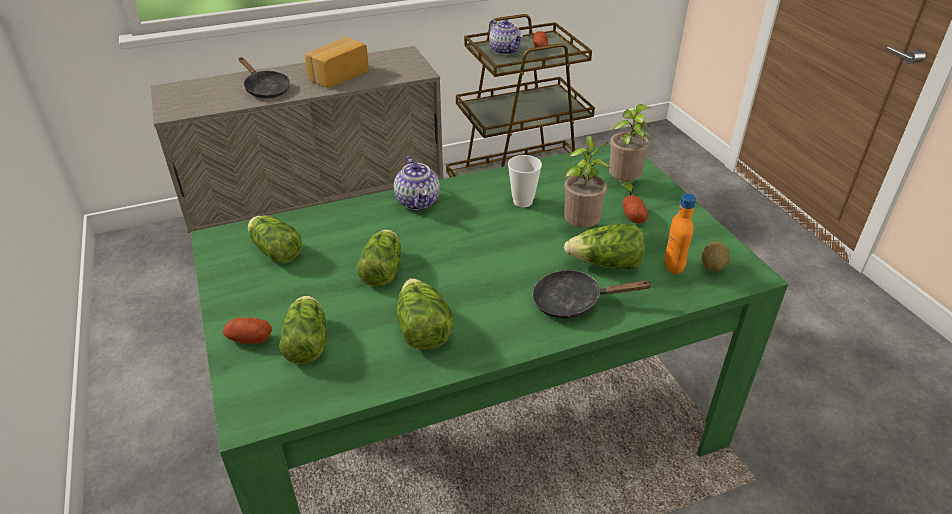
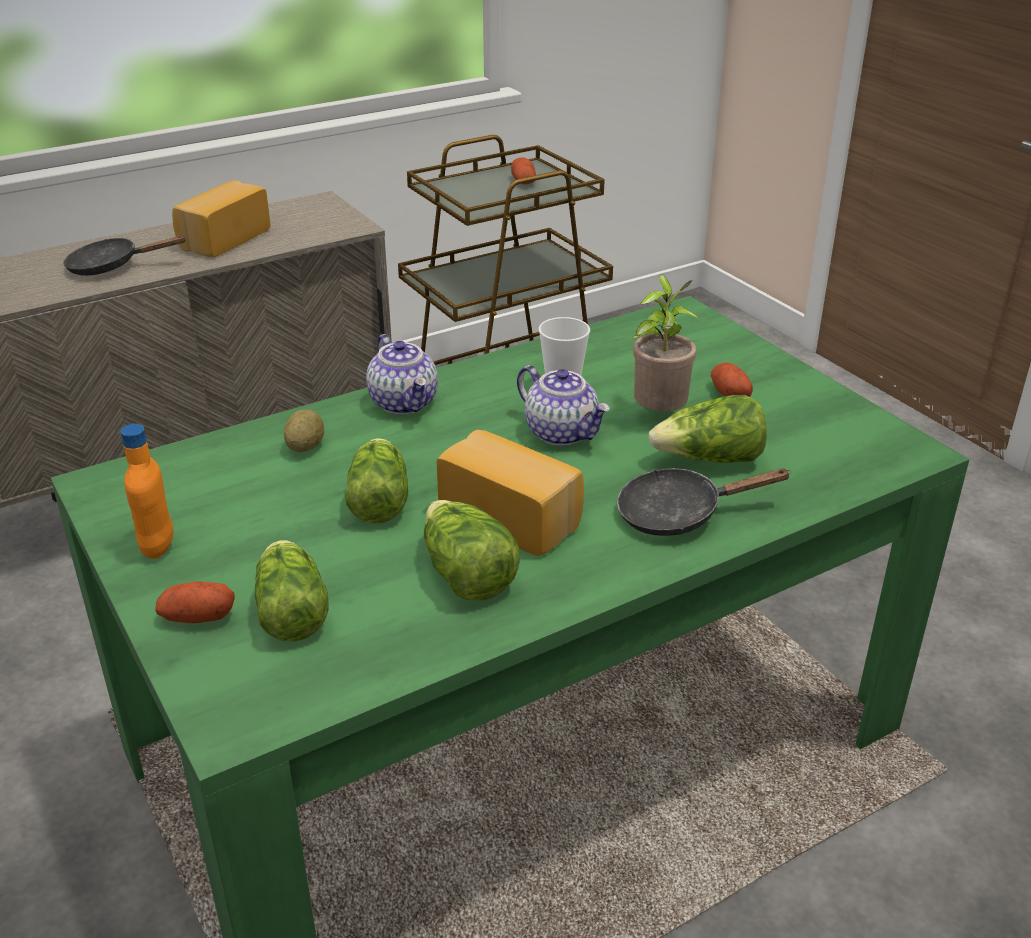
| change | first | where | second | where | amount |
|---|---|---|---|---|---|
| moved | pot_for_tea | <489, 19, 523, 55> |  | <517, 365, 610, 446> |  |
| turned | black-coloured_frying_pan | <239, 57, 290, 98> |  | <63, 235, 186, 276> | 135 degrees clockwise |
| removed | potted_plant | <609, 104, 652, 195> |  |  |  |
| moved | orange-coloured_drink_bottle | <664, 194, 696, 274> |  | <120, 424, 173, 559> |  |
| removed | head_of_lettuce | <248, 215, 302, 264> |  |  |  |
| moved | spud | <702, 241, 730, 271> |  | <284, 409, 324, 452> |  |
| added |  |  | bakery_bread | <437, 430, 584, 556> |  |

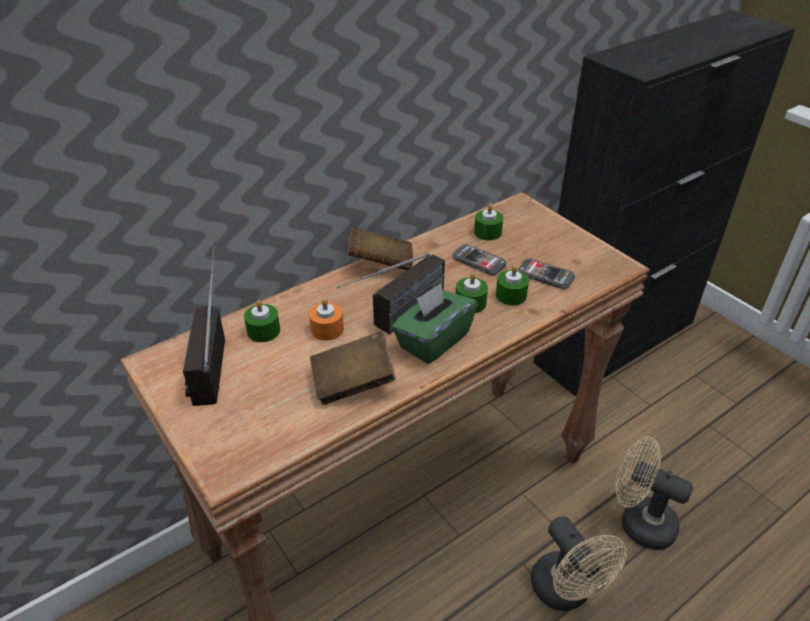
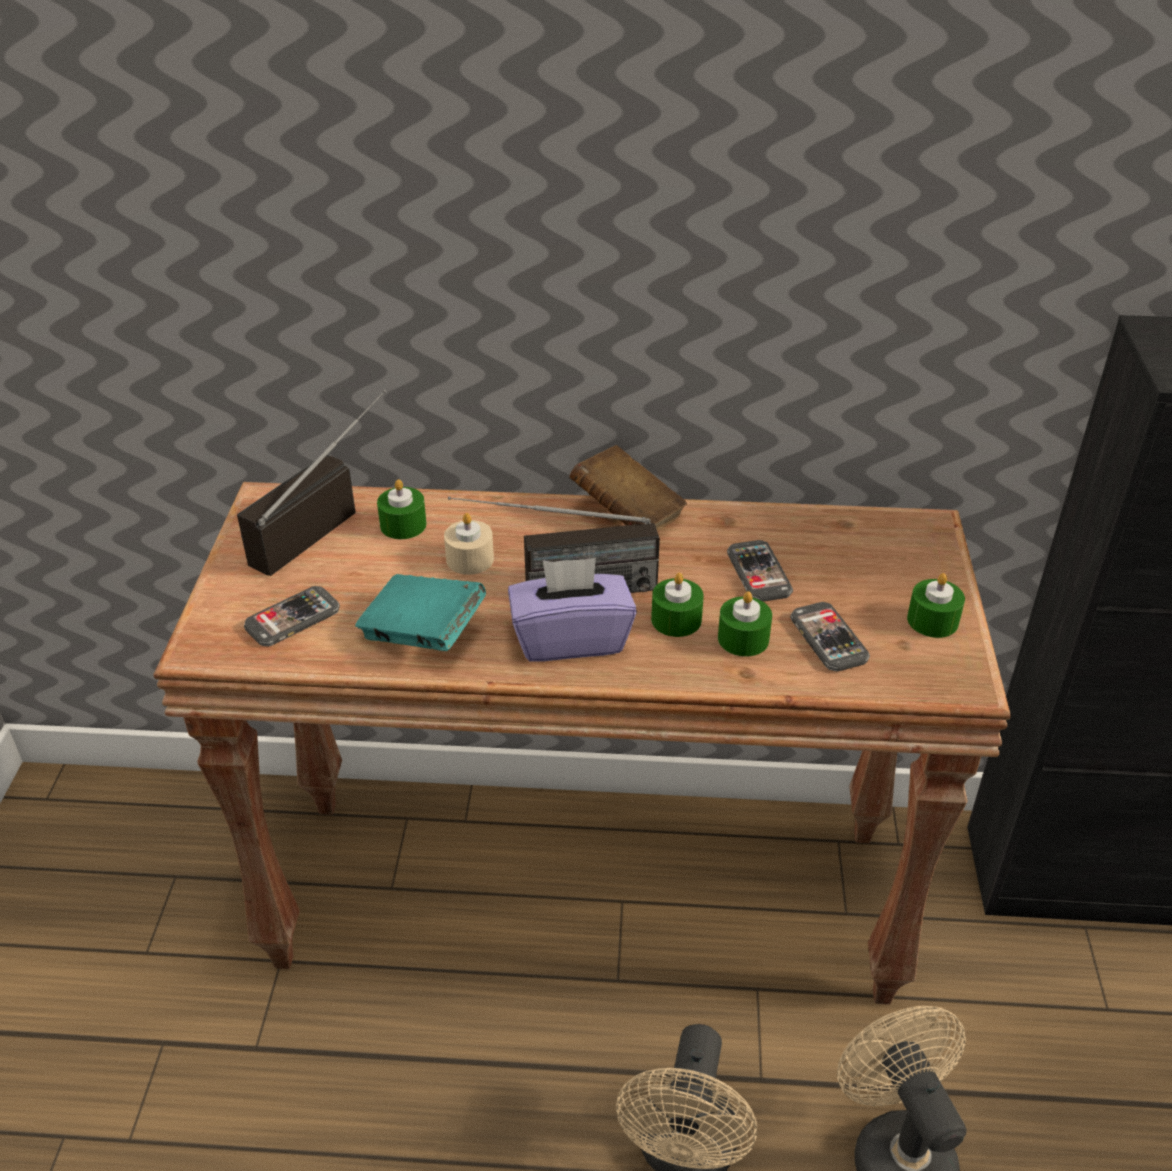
| change | first | where | second | where | amount |
|---|---|---|---|---|---|
| moved | green-coloured_candle | <474, 204, 503, 240> |  | <907, 573, 965, 638> |  |
| recoloured | green-coloured_tissue_holder | <391, 283, 478, 364> | purple-coloured_tissue_holder | <508, 558, 637, 662> |  |
| recoloured | orange-coloured_candle | <309, 298, 344, 341> | beige_candle | <444, 513, 494, 575> |  |
| recoloured | brown-coloured_volume | <310, 331, 396, 405> | turquoise-coloured_volume | <355, 574, 486, 651> |  |
| added |  |  | handset | <244, 586, 340, 646> |  |

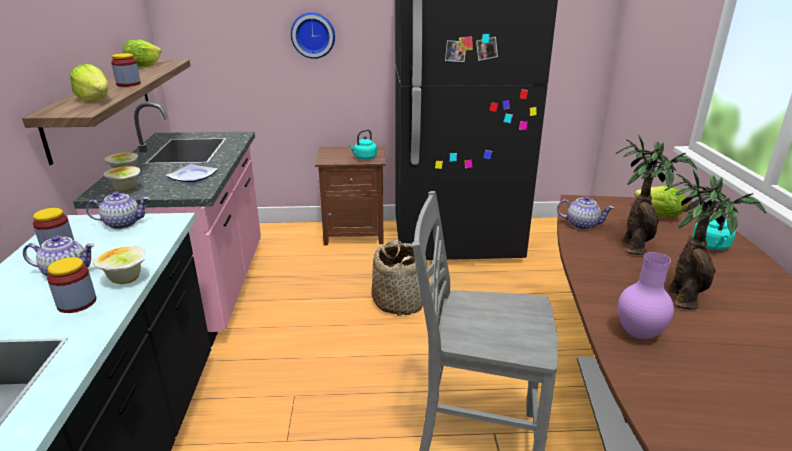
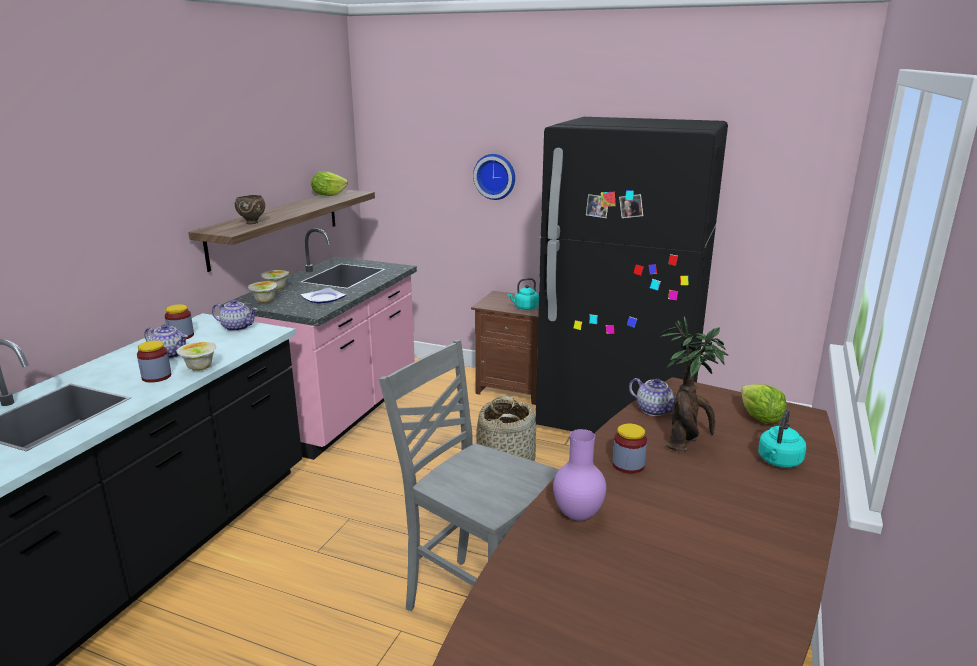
| change | first | where | second | where | amount |
|---|---|---|---|---|---|
| moved | jar | <111, 53, 141, 87> |  | <612, 423, 647, 474> |  |
| replaced | head_of_lettuce | <70, 64, 109, 102> | brown-coloured_serving_bowl | <235, 195, 265, 224> |  |
| removed | potted_plant | <664, 169, 766, 310> |  |  |  |

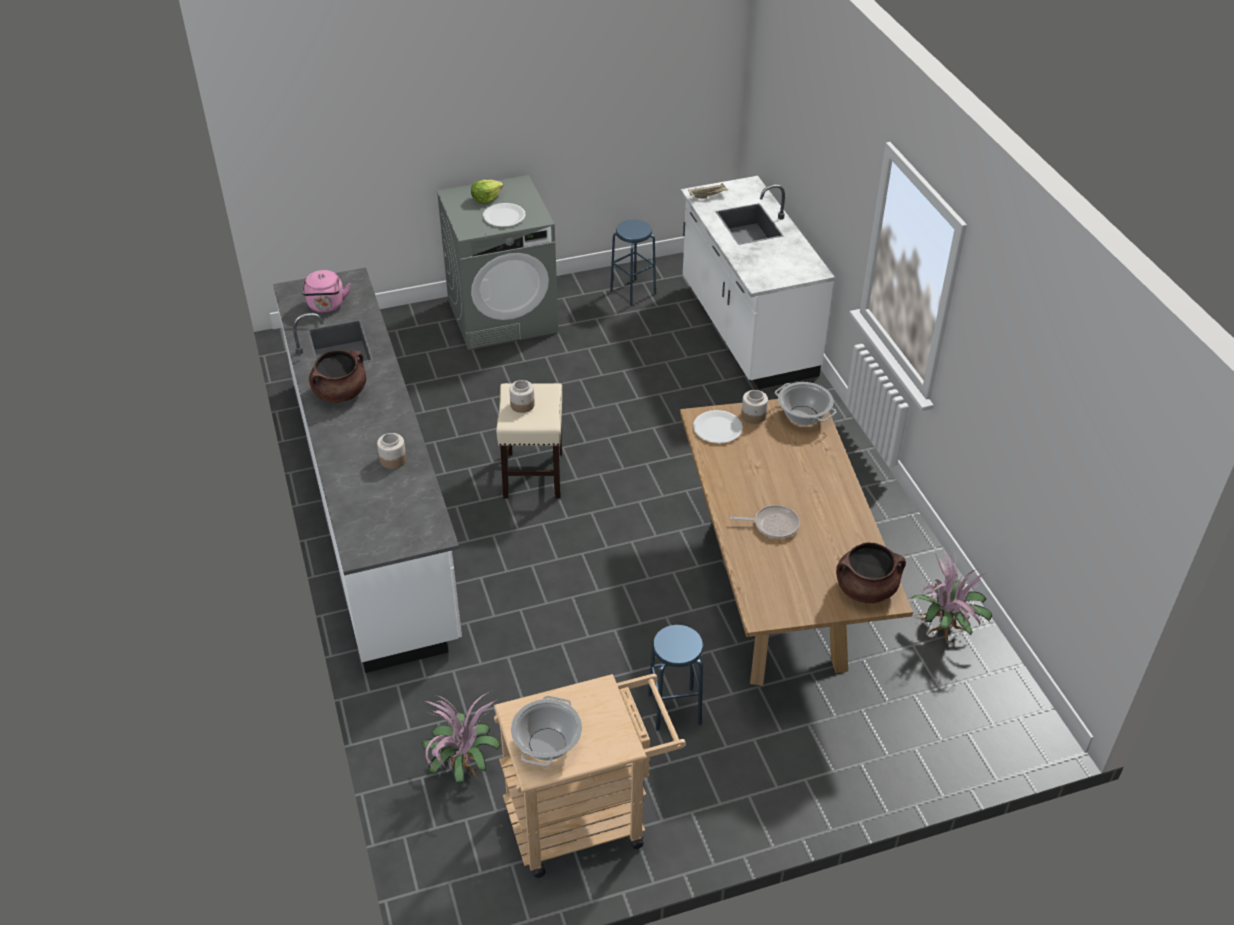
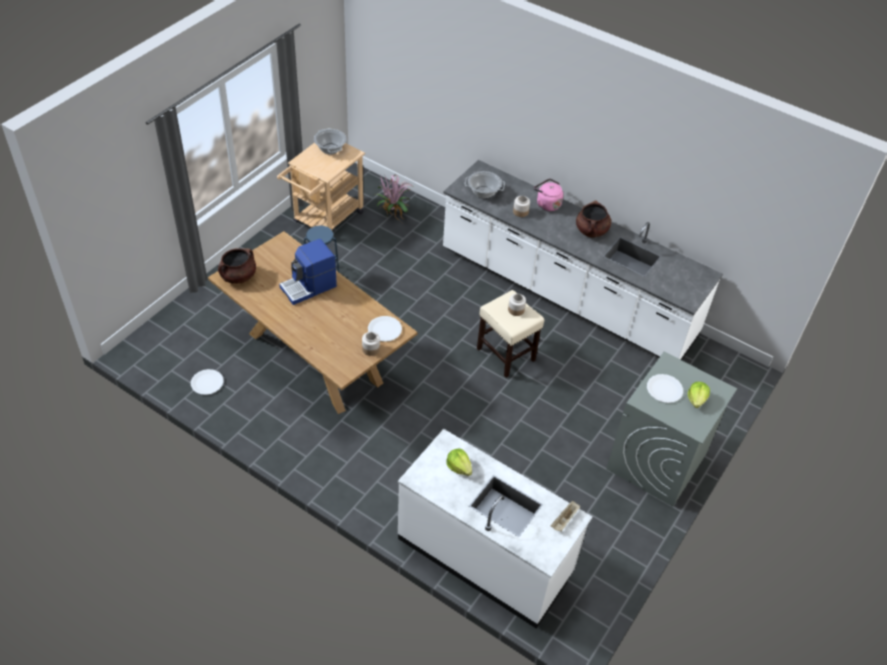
| change | first | where | second | where | amount |
|---|---|---|---|---|---|
| removed | blue-coloured_sitting_stool | <610, 219, 656, 306> |  |  |  |
| moved | pink_tea_kettle | <302, 270, 350, 313> |  | <534, 179, 563, 211> |  |
| moved | cooking_pot | <775, 382, 837, 426> |  | <465, 171, 505, 198> |  |
| replaced | frying_pan | <730, 505, 800, 539> | coffee_brewer | <279, 239, 337, 305> |  |
| replaced | potted_plant | <911, 549, 992, 646> | whitish_plate | <191, 369, 224, 395> |  |
| added |  |  | head_of_lettuce | <446, 448, 472, 476> |  |

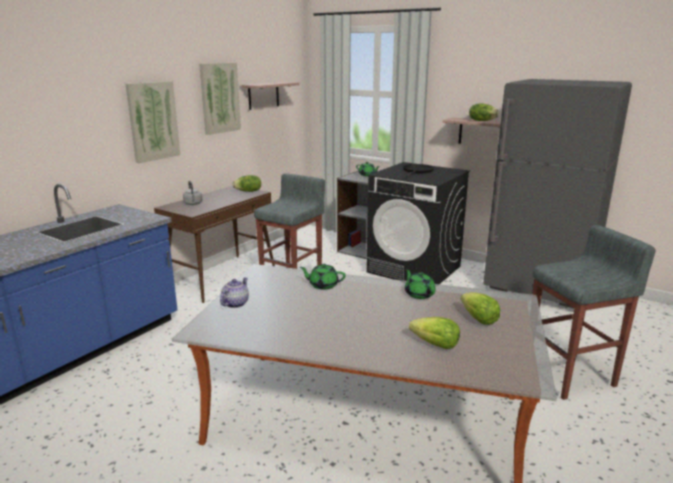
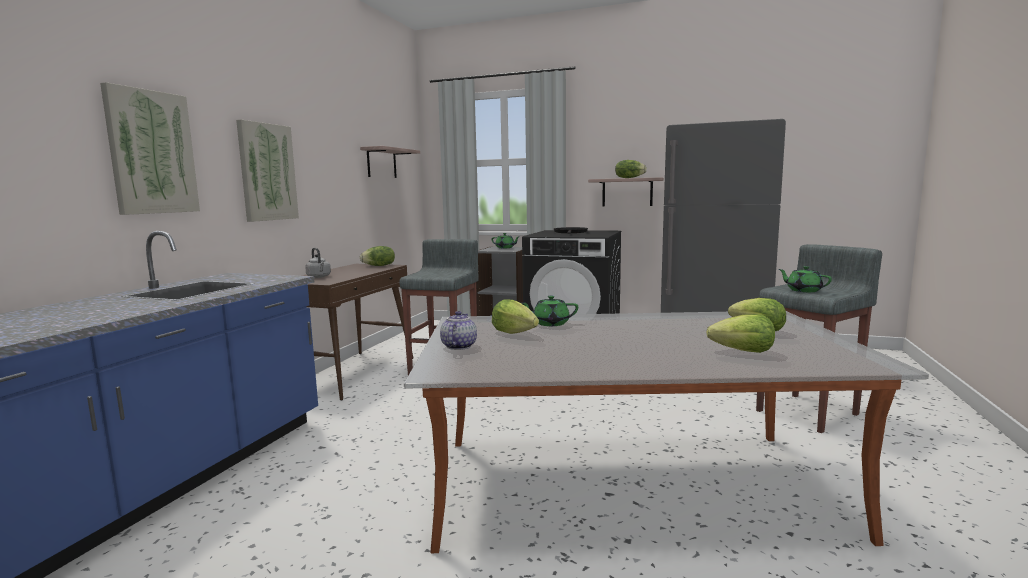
| change | first | where | second | where | amount |
|---|---|---|---|---|---|
| moved | wall_picture | <199, 63, 241, 135> |  | <100, 82, 200, 215> |  |
| moved | green-coloured_pot_for_tea | <405, 268, 436, 299> |  | <778, 266, 832, 292> |  |
| added |  |  | head_of_lettuce | <492, 299, 539, 334> |  |

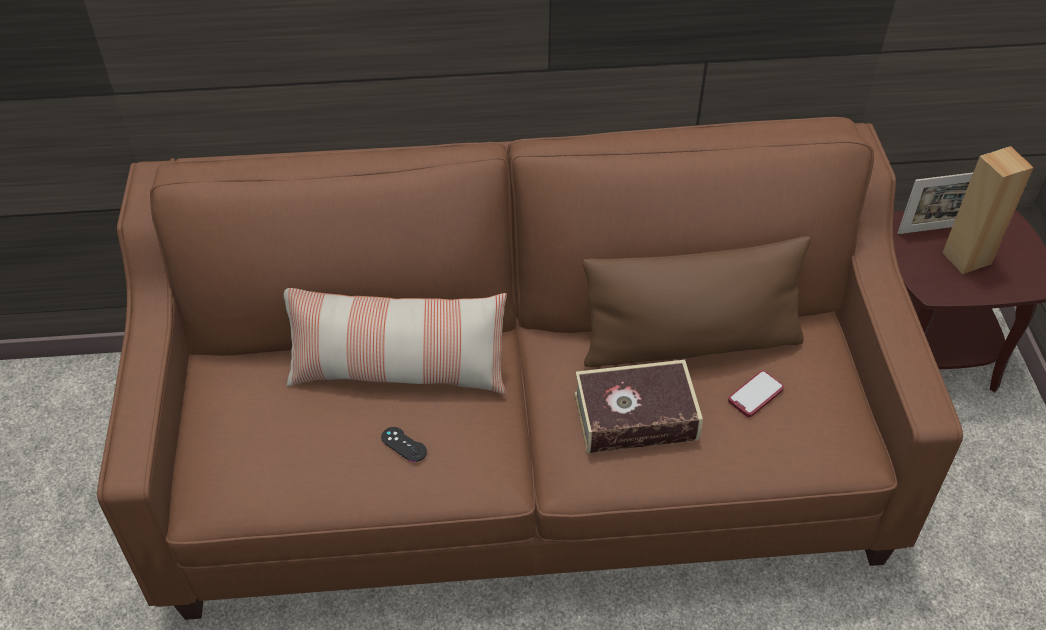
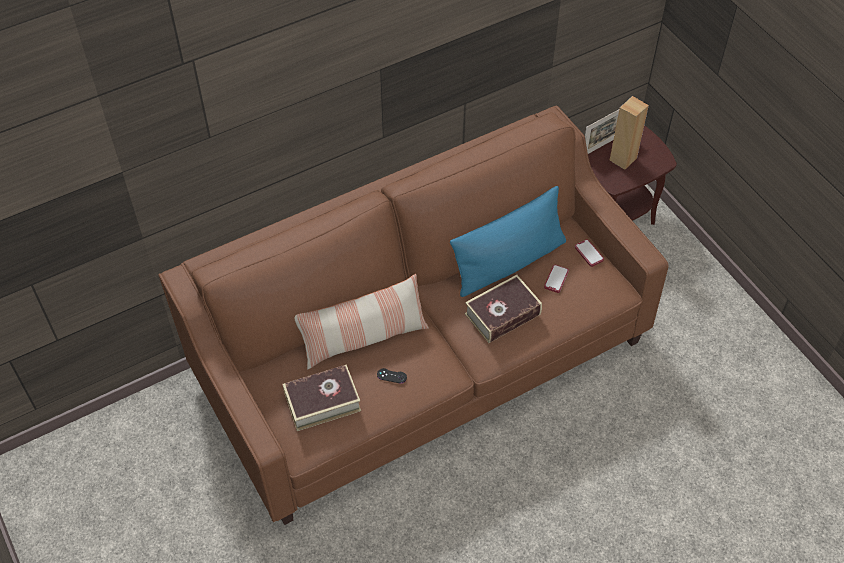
| change | first | where | second | where | amount |
|---|---|---|---|---|---|
| recoloured | brown-coloured_cushion | <583, 236, 811, 367> | blue-coloured_cushion | <450, 186, 566, 297> |  |
| added |  |  | handset | <575, 239, 604, 267> |  |
| added |  |  | volume | <283, 364, 361, 431> |  |

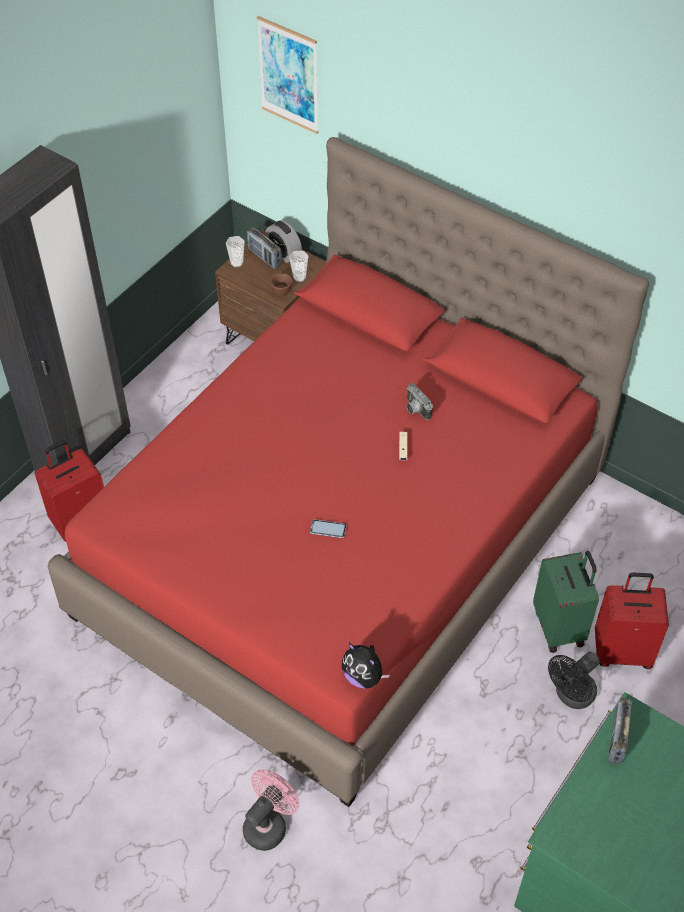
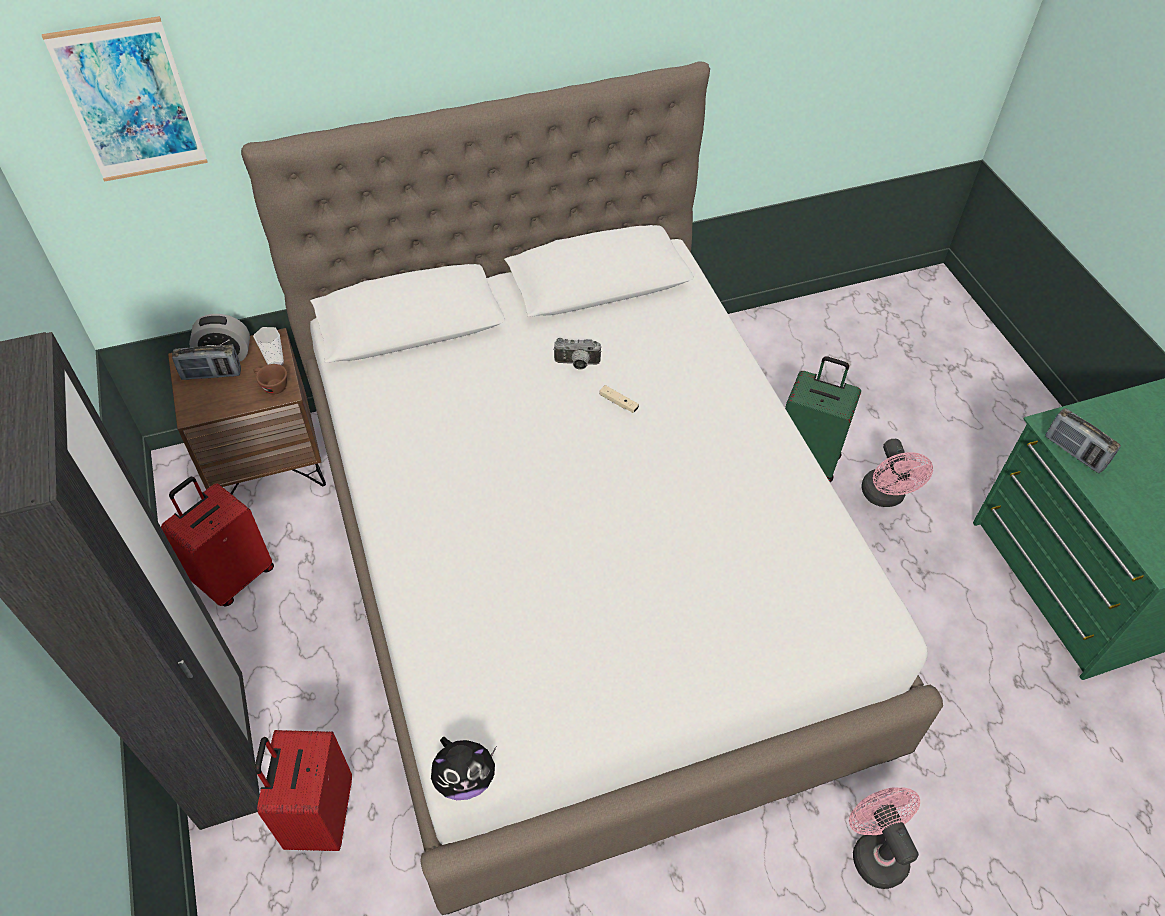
| change | first | where | second | where | amount |
|---|---|---|---|---|---|
| recoloured | red_bedroom_bed | <48, 137, 649, 807> | whitish_bedroom_bed | <241, 62, 943, 915> |  |
| removed | drinking_cup | <226, 236, 245, 267> |  |  |  |
| removed | handset | <310, 519, 347, 538> |  |  |  |
| moved | red_suitcase | <595, 572, 669, 669> |  | <161, 477, 274, 607> |  |
| moved | soft_toy | <342, 643, 390, 689> |  | <431, 737, 496, 800> |  |
| recoloured | black-coloured_cooling_fan | <548, 652, 600, 709> | pink_cooling_fan | <862, 439, 933, 507> |  |

